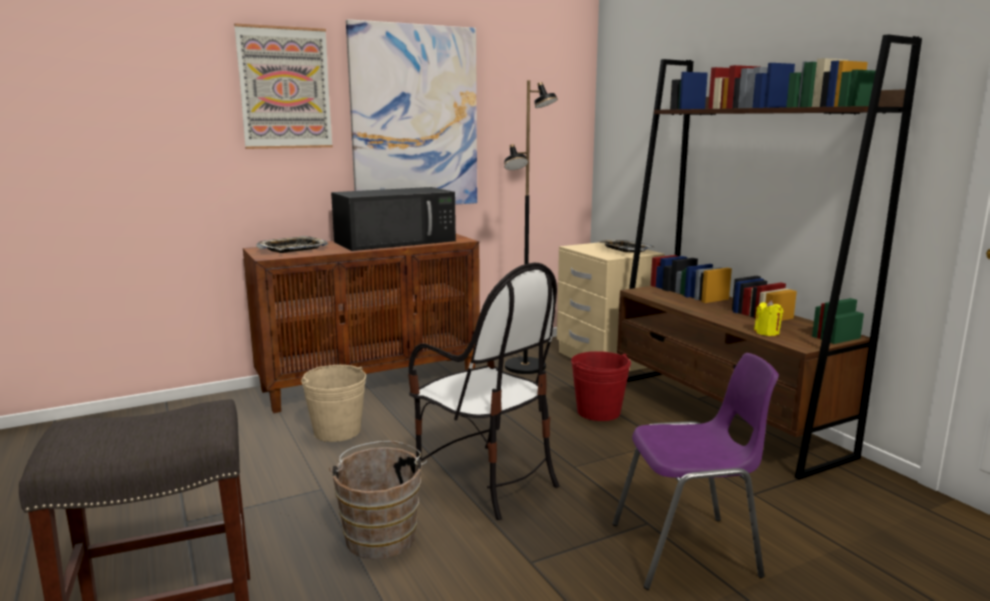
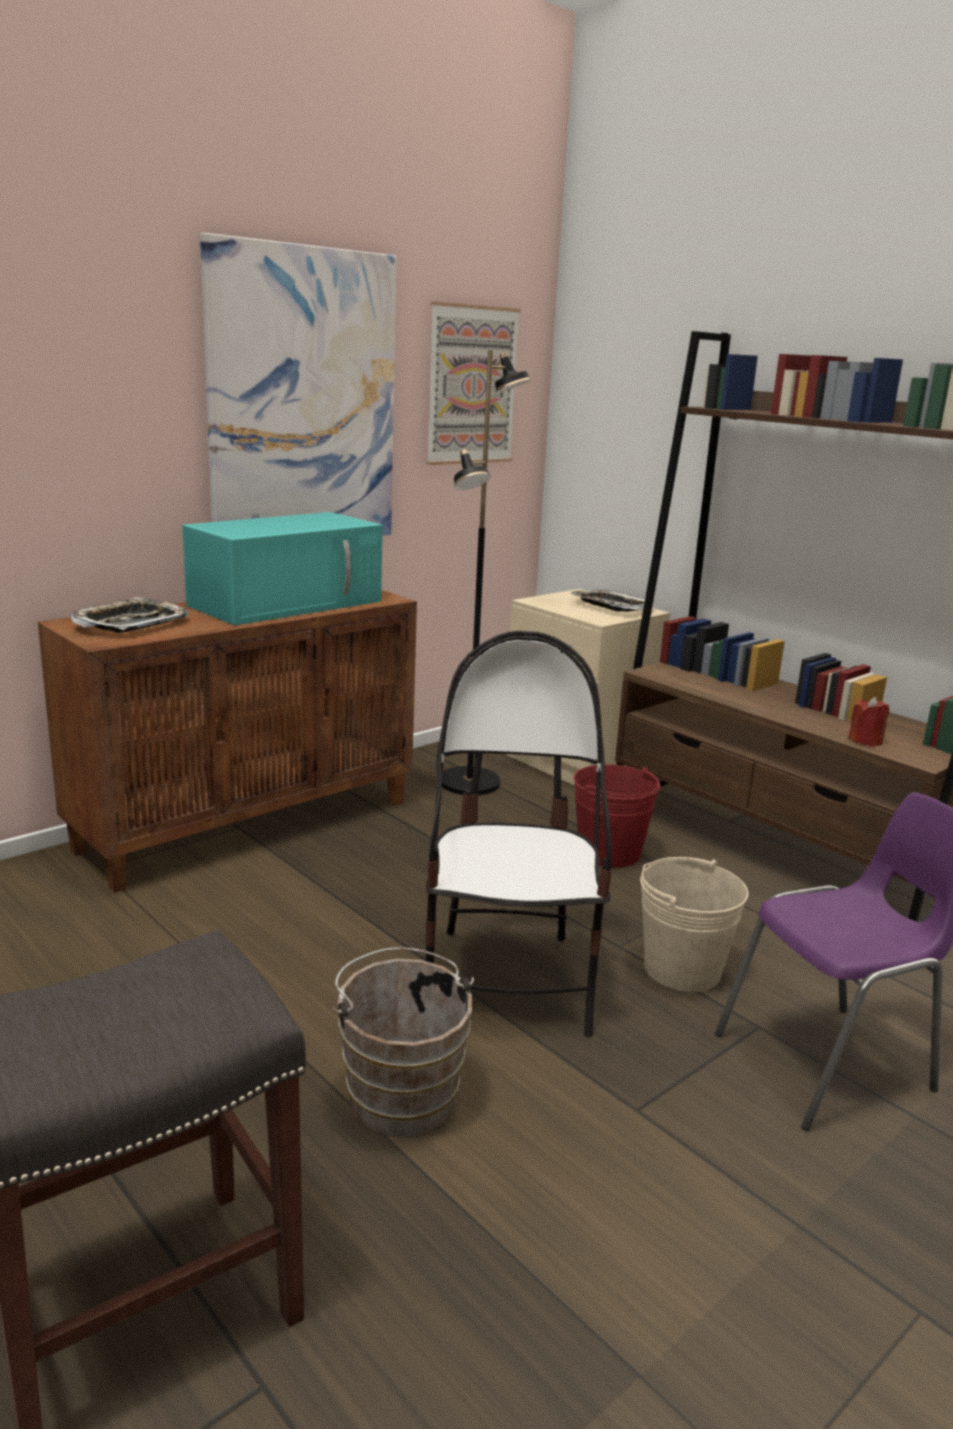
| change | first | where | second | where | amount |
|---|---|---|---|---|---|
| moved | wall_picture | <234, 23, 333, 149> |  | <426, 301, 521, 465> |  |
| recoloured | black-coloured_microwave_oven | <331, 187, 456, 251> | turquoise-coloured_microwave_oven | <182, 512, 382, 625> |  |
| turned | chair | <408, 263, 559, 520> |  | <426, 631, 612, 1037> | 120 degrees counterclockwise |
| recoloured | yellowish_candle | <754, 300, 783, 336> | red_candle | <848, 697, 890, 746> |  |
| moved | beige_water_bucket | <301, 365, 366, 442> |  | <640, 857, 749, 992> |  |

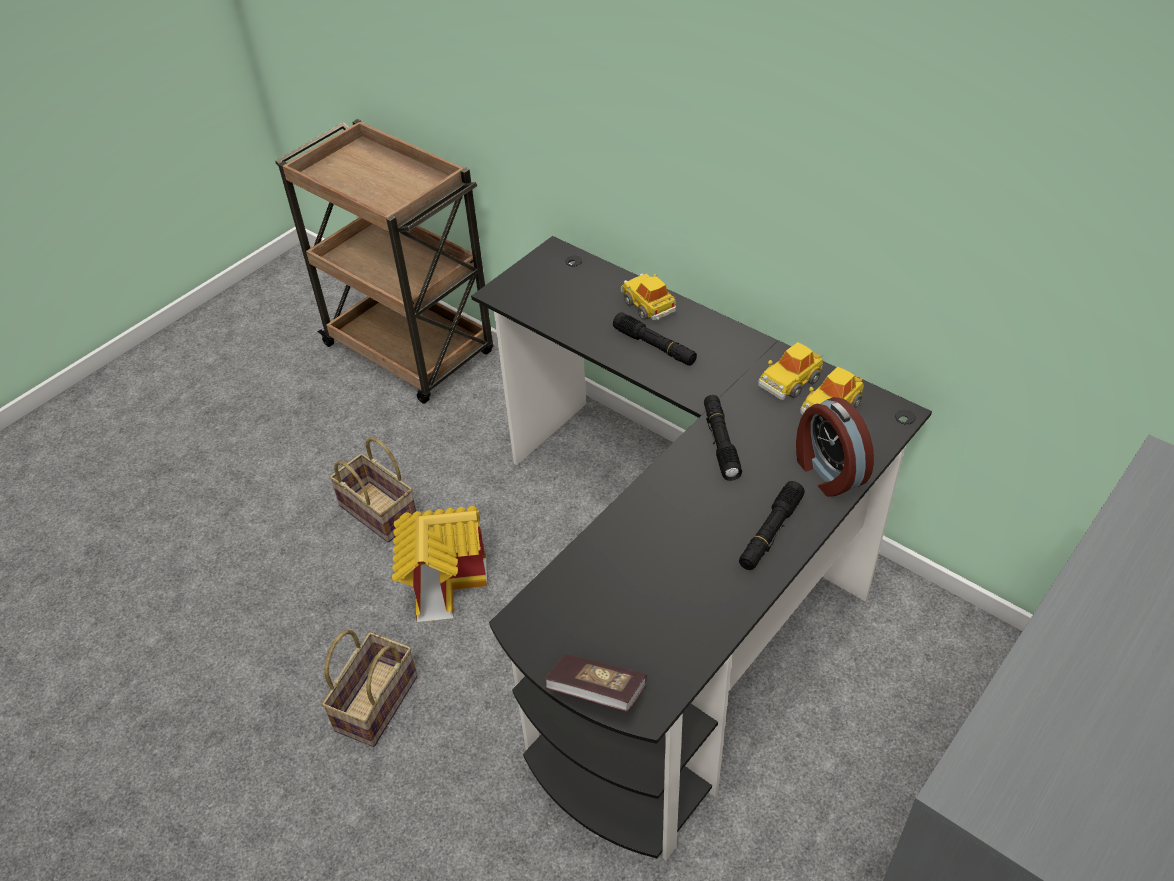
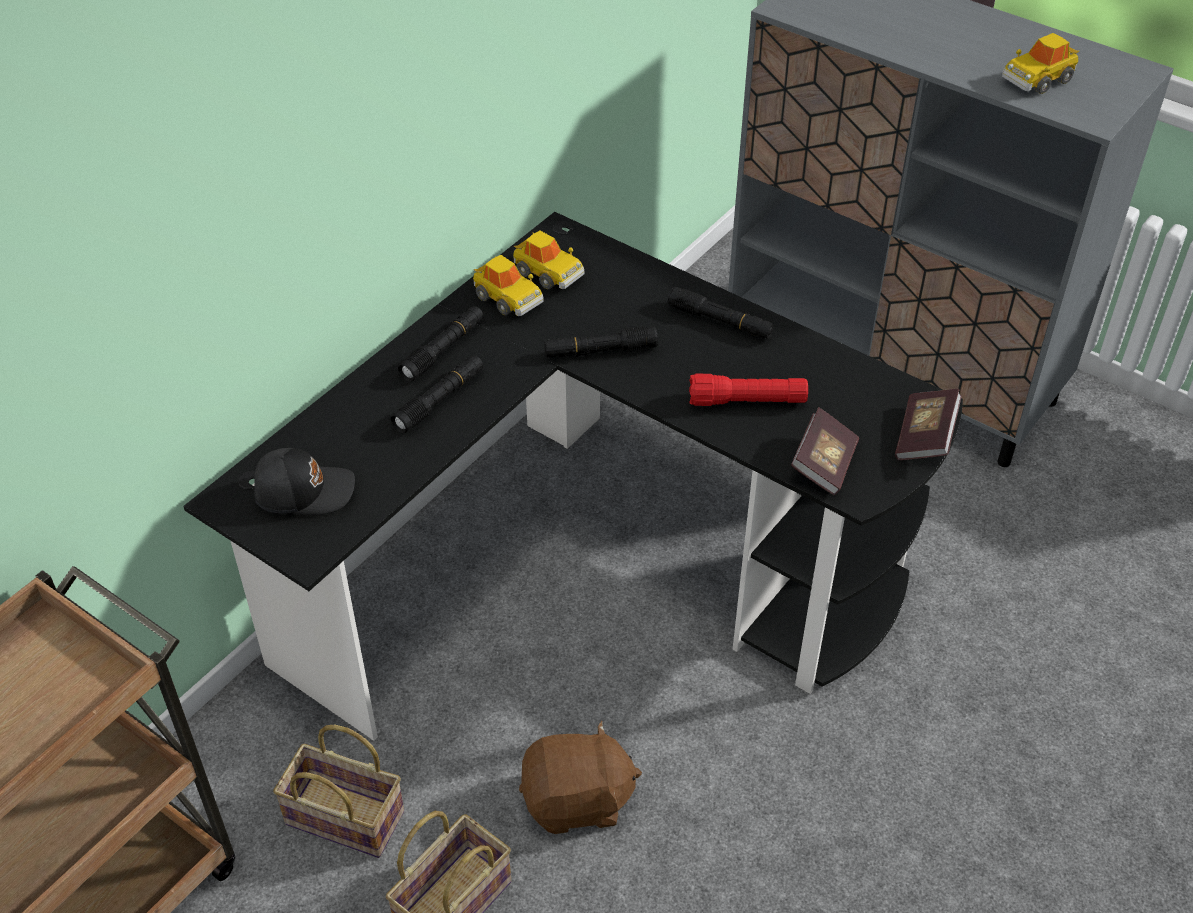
| change | first | where | second | where | amount |
|---|---|---|---|---|---|
| moved | toy_car | <621, 273, 676, 320> |  | <1002, 33, 1079, 94> |  |
| removed | alarm_clock | <796, 397, 874, 497> |  |  |  |
| replaced | miniature_house | <392, 506, 487, 622> | brown-coloured_soft_toy | <519, 720, 642, 834> |  |
| moved | storage_basket | <321, 630, 418, 747> |  | <273, 725, 404, 858> |  |
| added |  |  | black-coloured_torch | <398, 306, 484, 382> |  |
| added |  |  | red_torch | <689, 374, 808, 406> |  |
| added |  |  | volume | <791, 407, 859, 495> |  |
| added |  |  | black-coloured_cap | <254, 448, 355, 515> |  |

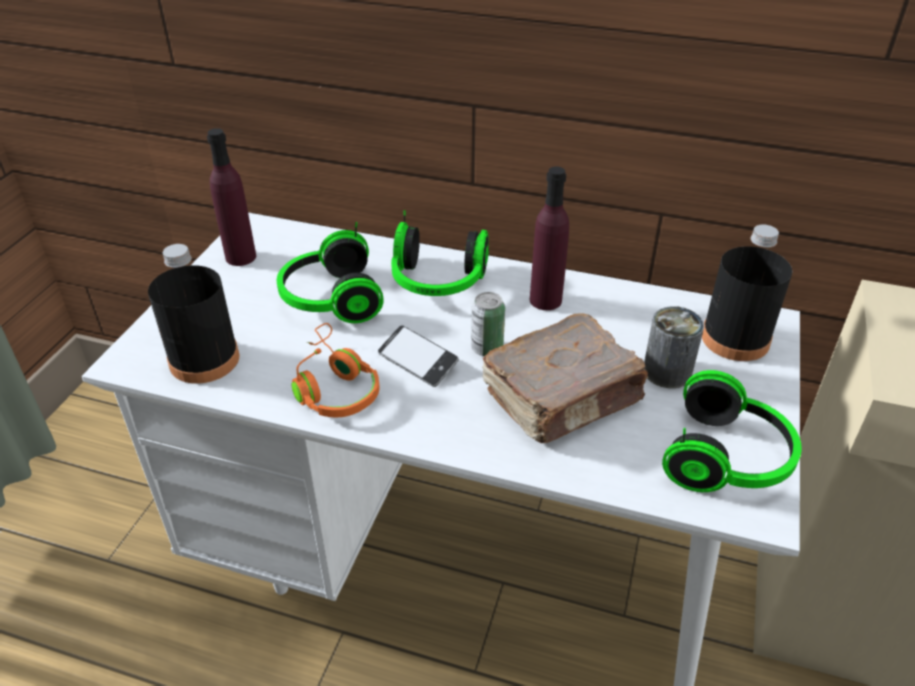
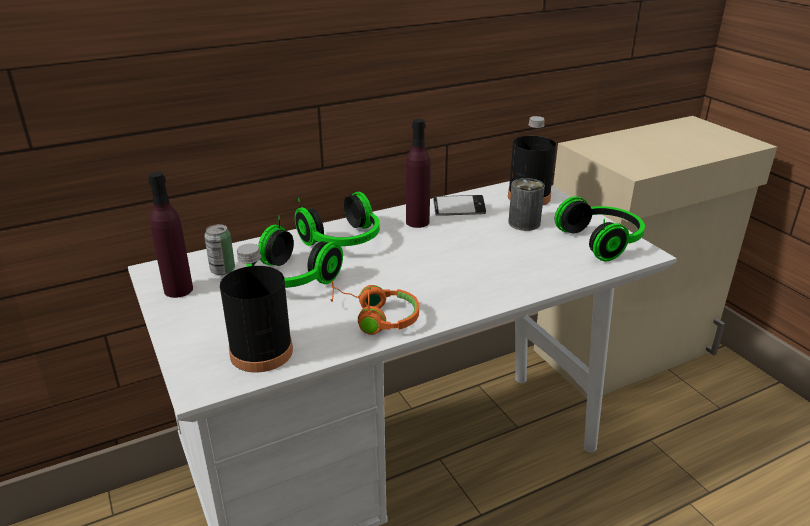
| change | first | where | second | where | amount |
|---|---|---|---|---|---|
| moved | sealed_can | <471, 292, 505, 356> |  | <204, 224, 235, 275> |  |
| removed | brown-coloured_volume | <482, 314, 648, 443> |  |  |  |
| moved | handset | <378, 325, 459, 387> |  | <433, 195, 486, 216> |  |

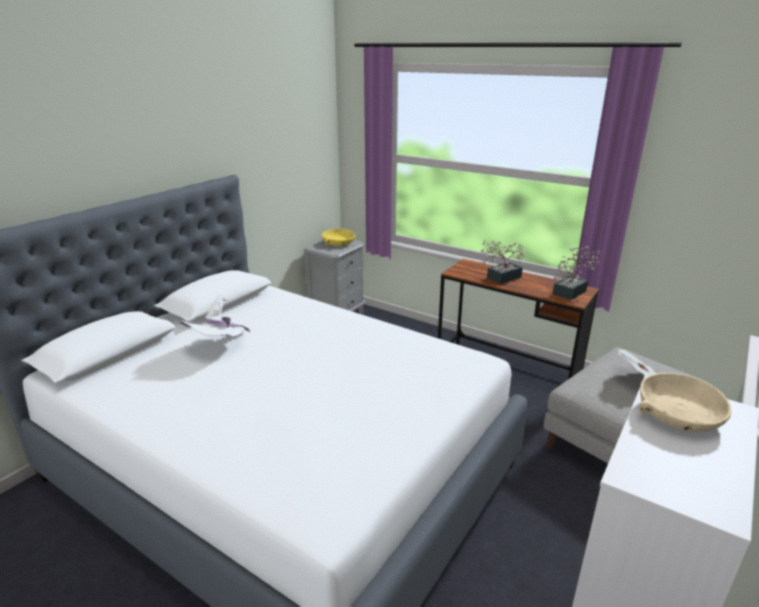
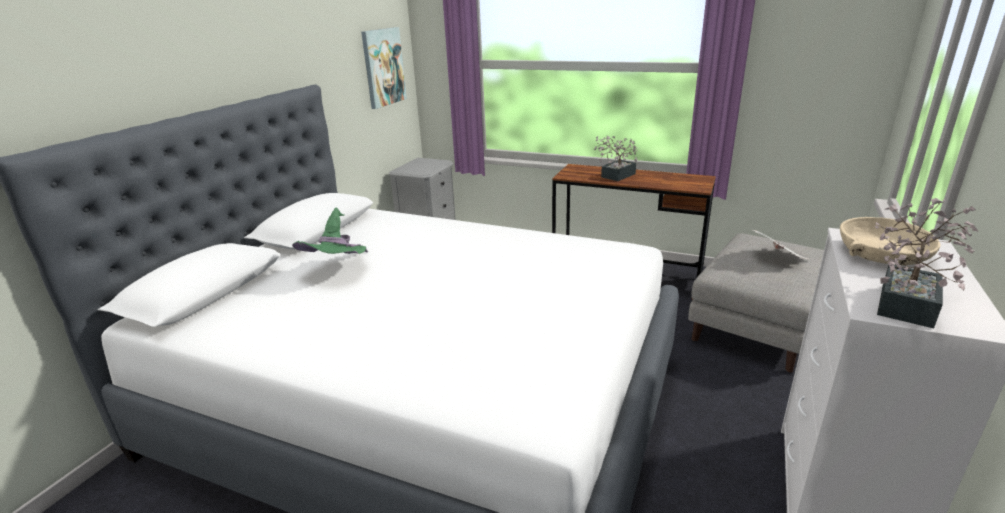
| change | first | where | second | where | amount |
|---|---|---|---|---|---|
| removed | yellowish_serving_bowl | <322, 229, 355, 246> |  |  |  |
| moved | potted_plant | <552, 246, 600, 300> |  | <874, 198, 978, 328> |  |
| recoloured | whitish_hat | <180, 294, 250, 337> | green-coloured_hat | <292, 208, 368, 254> |  |
| added |  |  | wall_picture | <361, 27, 407, 109> |  |

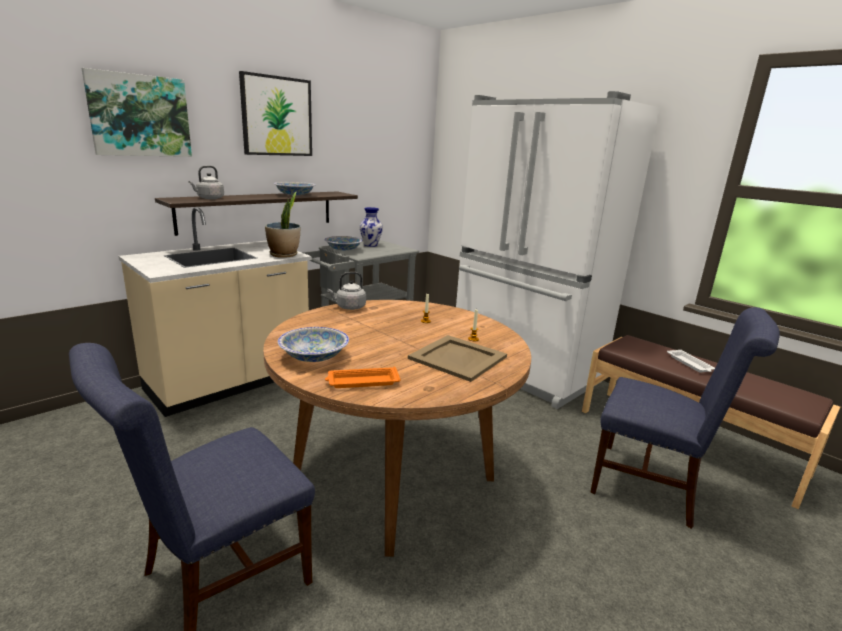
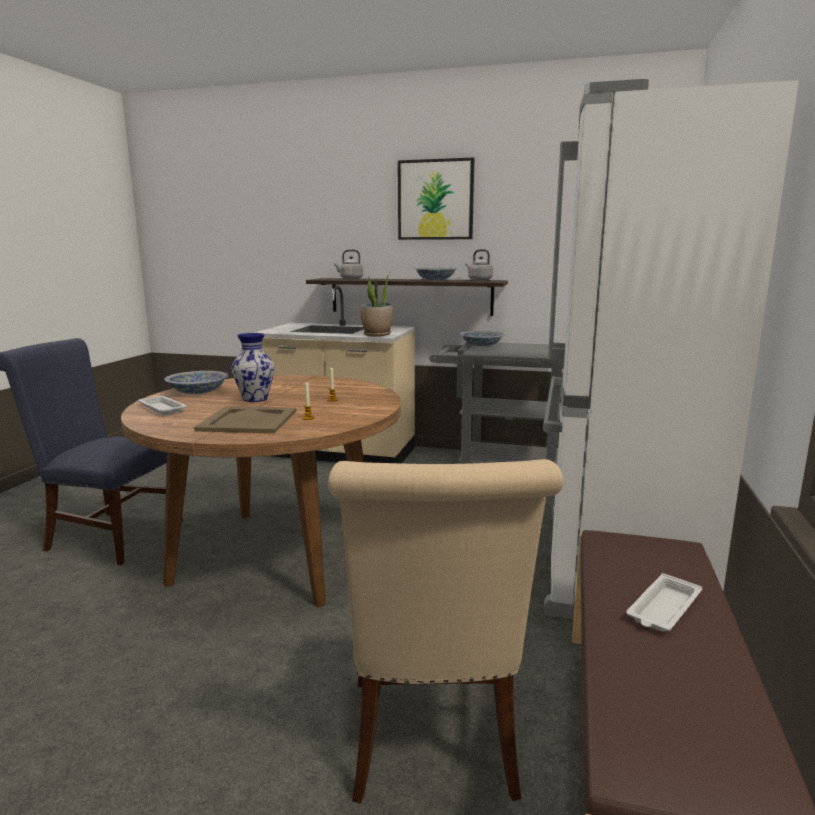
| change | first | where | second | where | amount |
|---|---|---|---|---|---|
| removed | wall_picture | <81, 68, 192, 157> |  |  |  |
| moved | vase | <360, 207, 383, 247> |  | <232, 333, 274, 402> |  |
| moved | greyish_tea_kettle | <327, 272, 366, 310> |  | <465, 249, 493, 281> |  |
| recoloured | blue-coloured_chair | <590, 307, 780, 529> | beige_chair | <328, 459, 564, 804> |  |
| recoloured | orange-coloured_carrying_tray | <325, 367, 401, 388> | whitish_carrying_tray | <138, 396, 188, 415> |  |

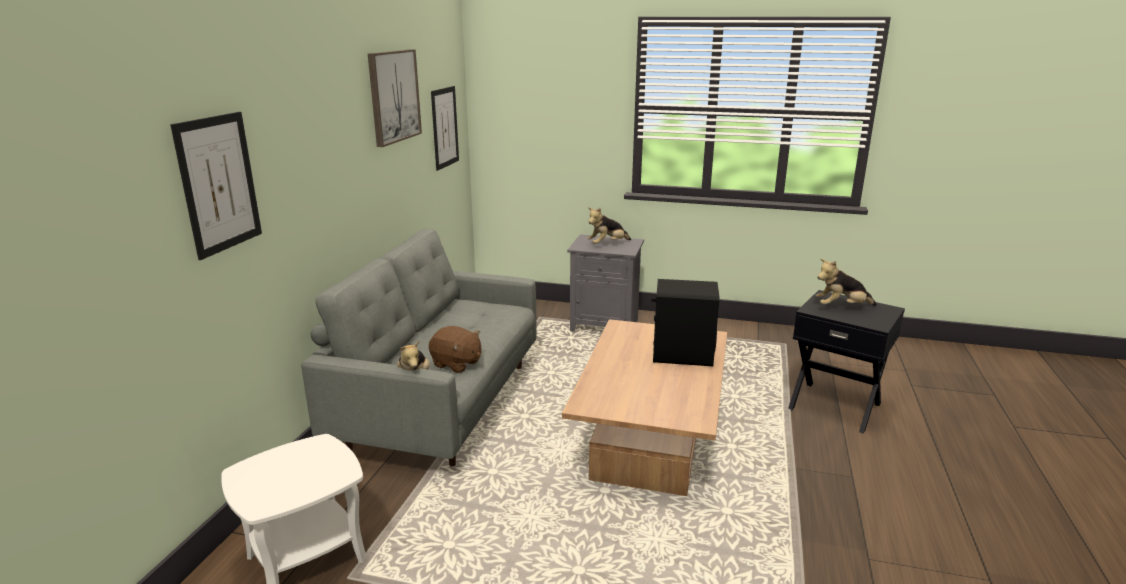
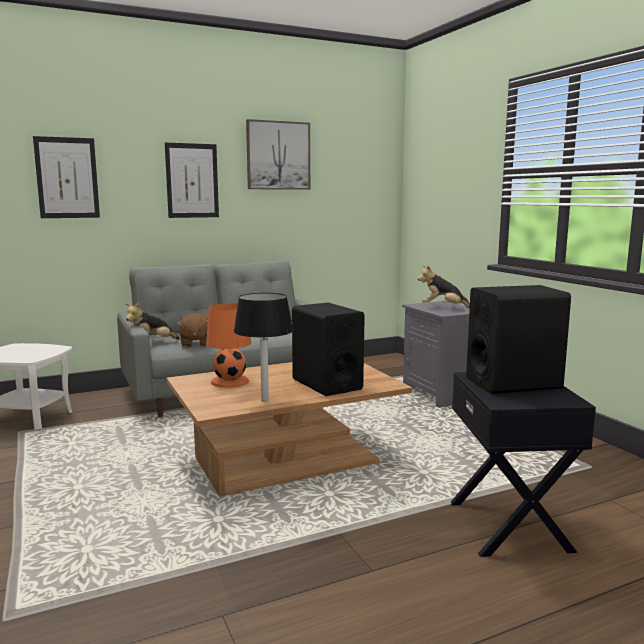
| change | first | where | second | where | amount |
|---|---|---|---|---|---|
| moved | wall_picture | <431, 86, 459, 171> |  | <165, 142, 219, 218> |  |
| replaced | soft_toy | <816, 259, 877, 306> | black-coloured_loudspeaker | <466, 285, 571, 394> |  |
| added |  |  | black-coloured_tabletop_lamp | <234, 293, 293, 402> |  |
| added |  |  | orange-coloured_tabletop_lamp | <206, 303, 252, 388> |  |

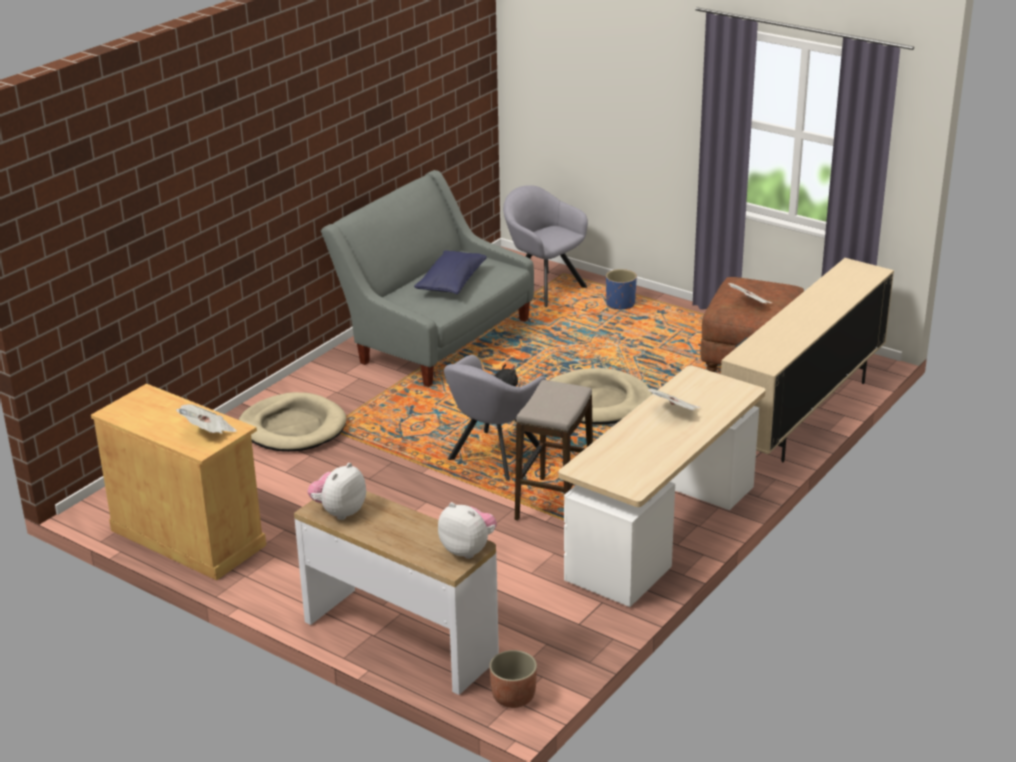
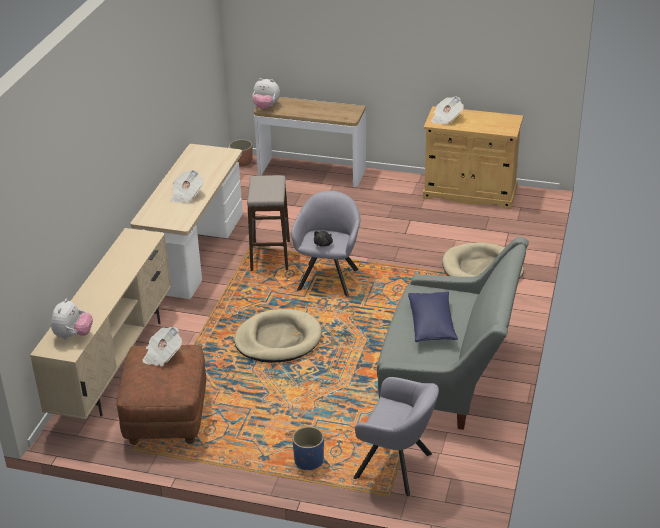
| change | first | where | second | where | amount |
|---|---|---|---|---|---|
| moved | soft_toy | <307, 463, 366, 520> |  | <51, 299, 93, 340> |  |

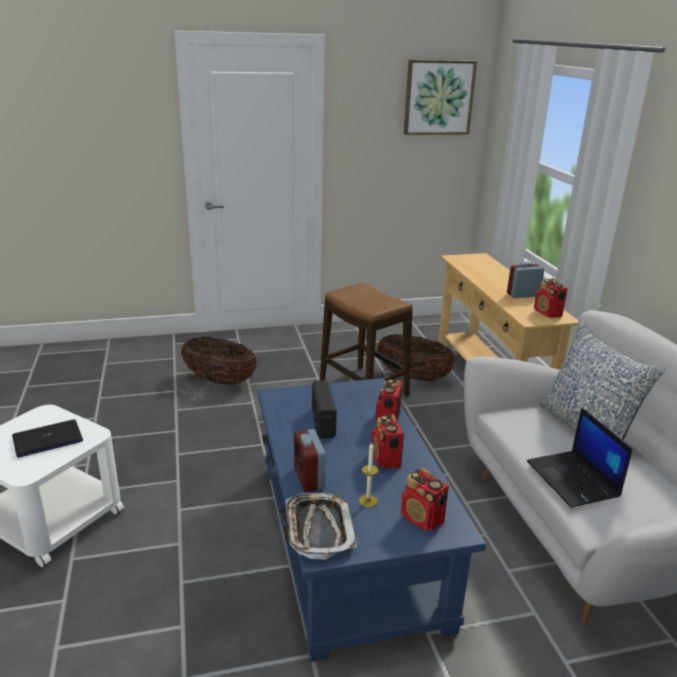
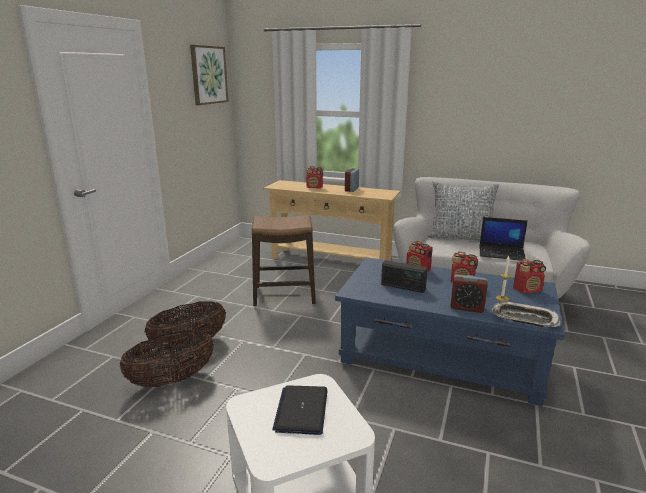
| change | first | where | second | where | amount |
|---|---|---|---|---|---|
| moved | radio_set | <534, 278, 568, 318> |  | <306, 166, 323, 189> |  |
| moved | storage_basket | <377, 334, 455, 381> |  | <119, 331, 214, 387> |  |

